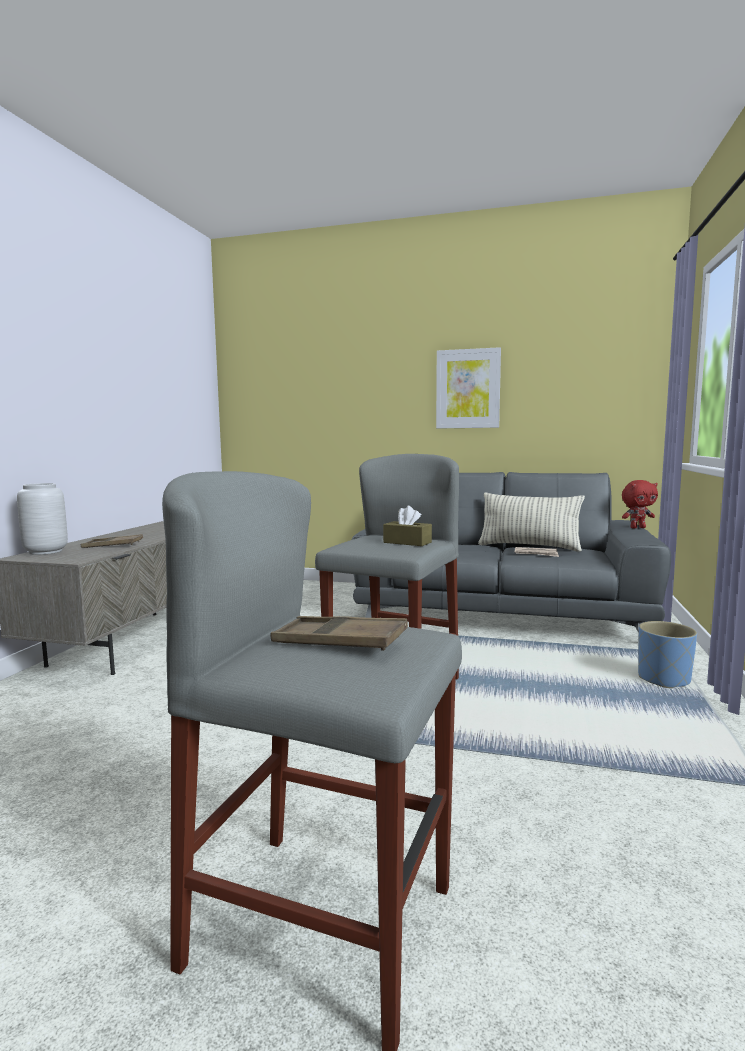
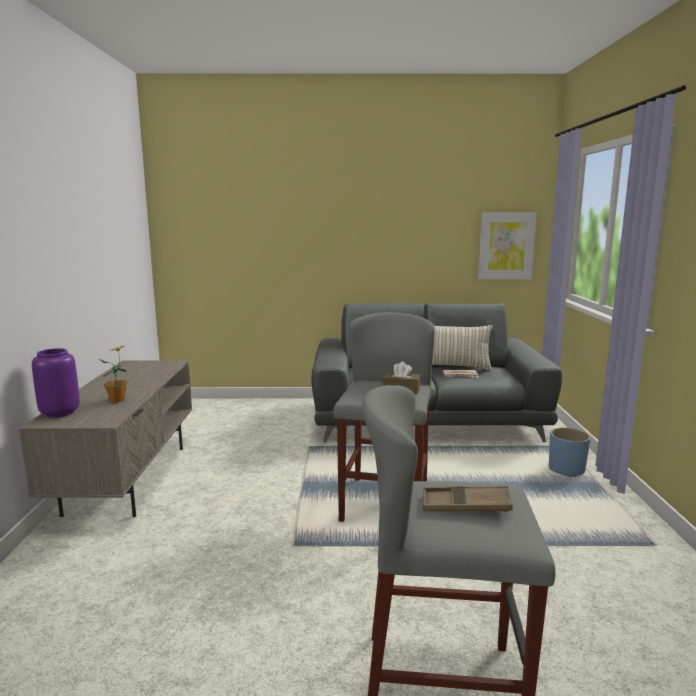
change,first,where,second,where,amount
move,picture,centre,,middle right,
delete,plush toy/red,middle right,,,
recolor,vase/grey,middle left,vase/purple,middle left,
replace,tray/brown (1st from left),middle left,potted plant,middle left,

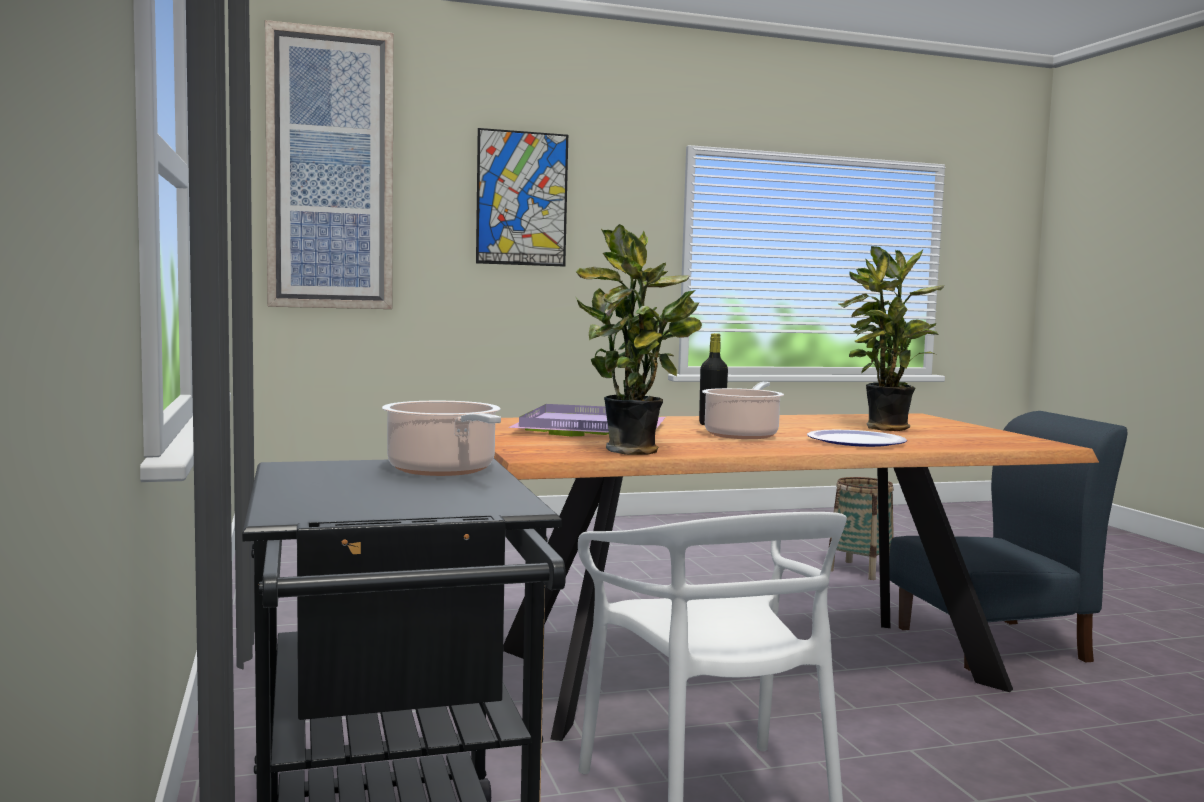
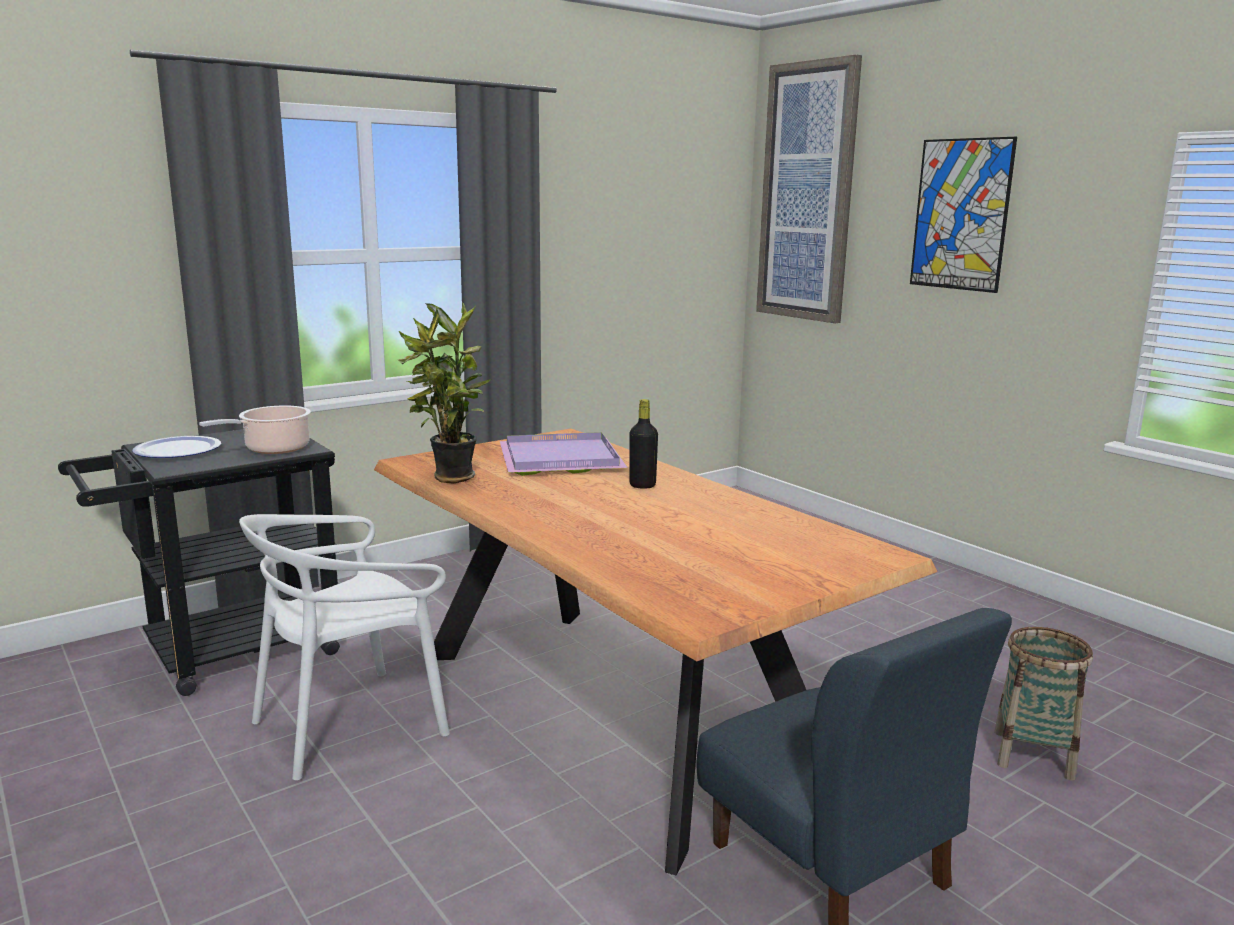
change,first,where,second,where,amount
delete,potted plant (2nd from left),middle right,,,
delete,cooking pot (2nd from left),centre,,,
move,plate,middle right,,middle left,

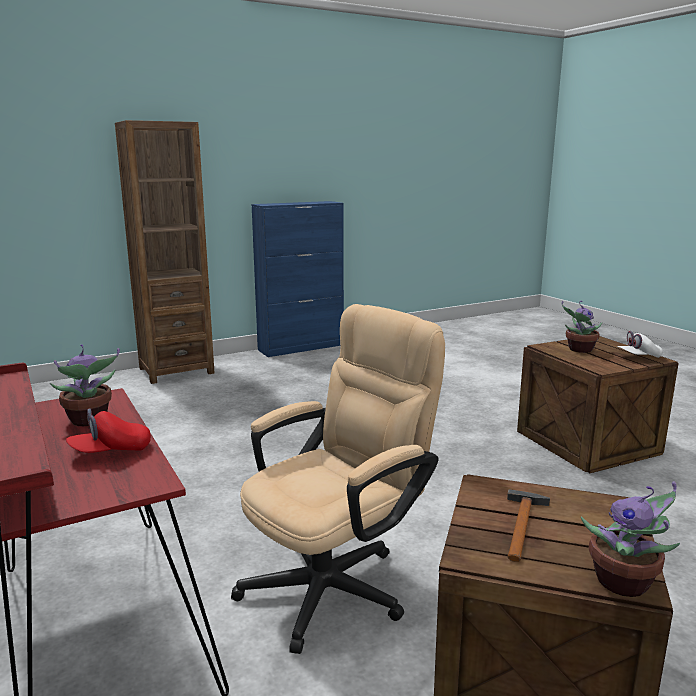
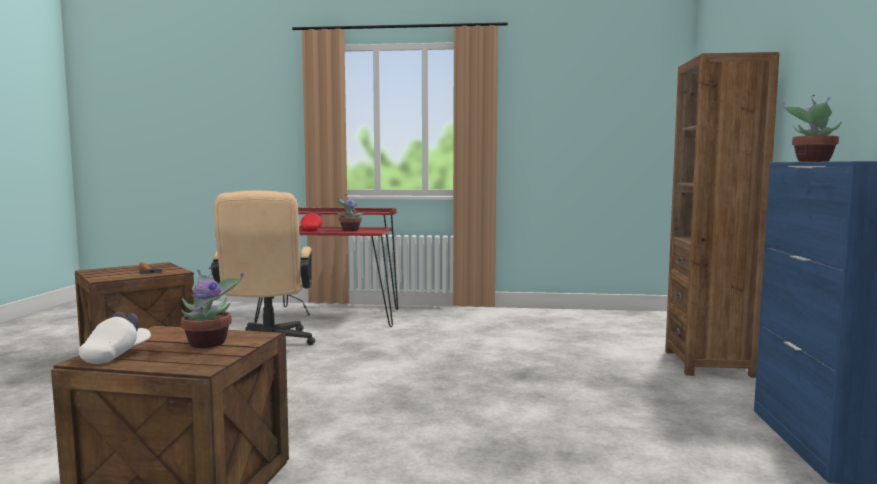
change,first,where,second,where,amount
move,potted plant (3rd from left),bottom right,,top right,

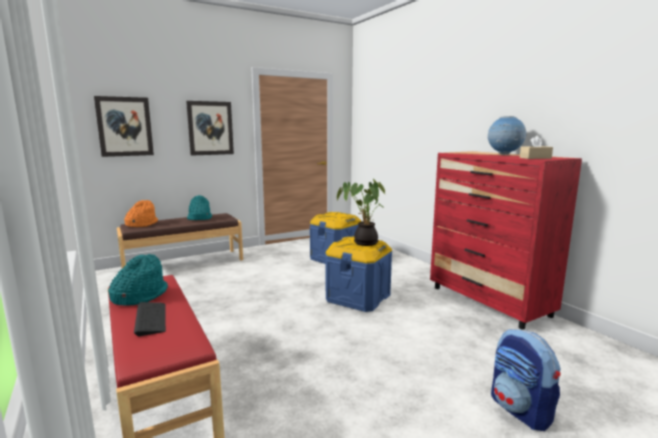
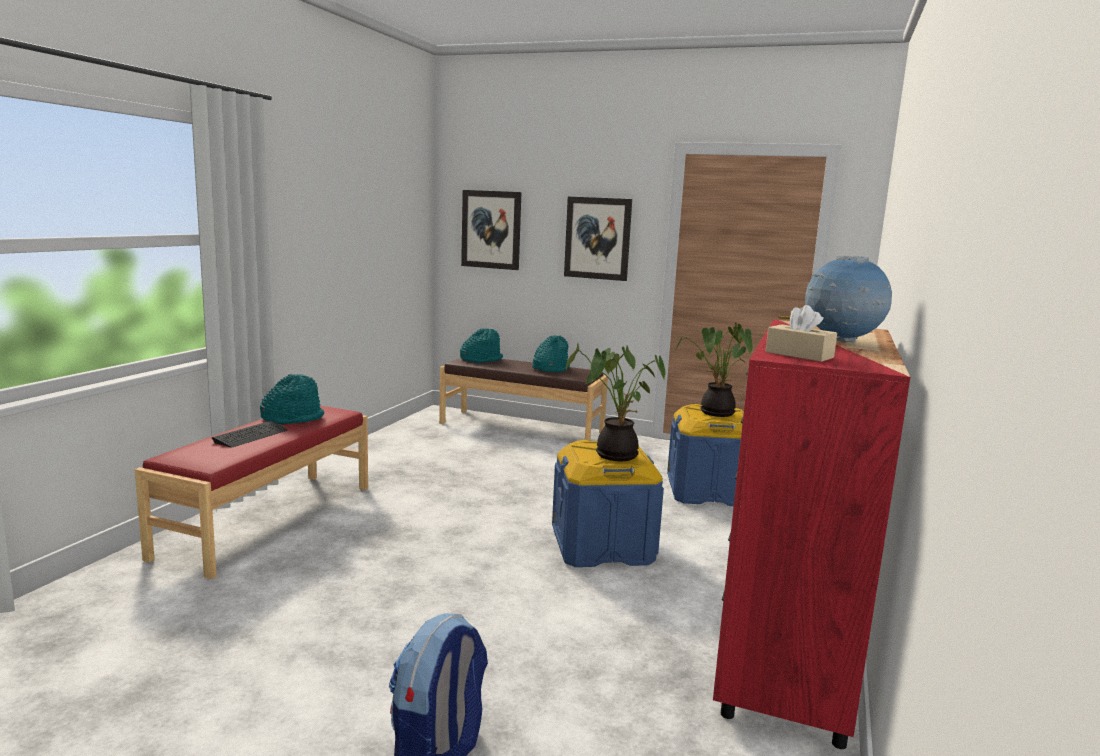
change,first,where,second,where,amount
recolor,hat/orange,middle left,hat/turquoise (2nd from left),centre,
insert,,,potted plant (2nd from left),centre,

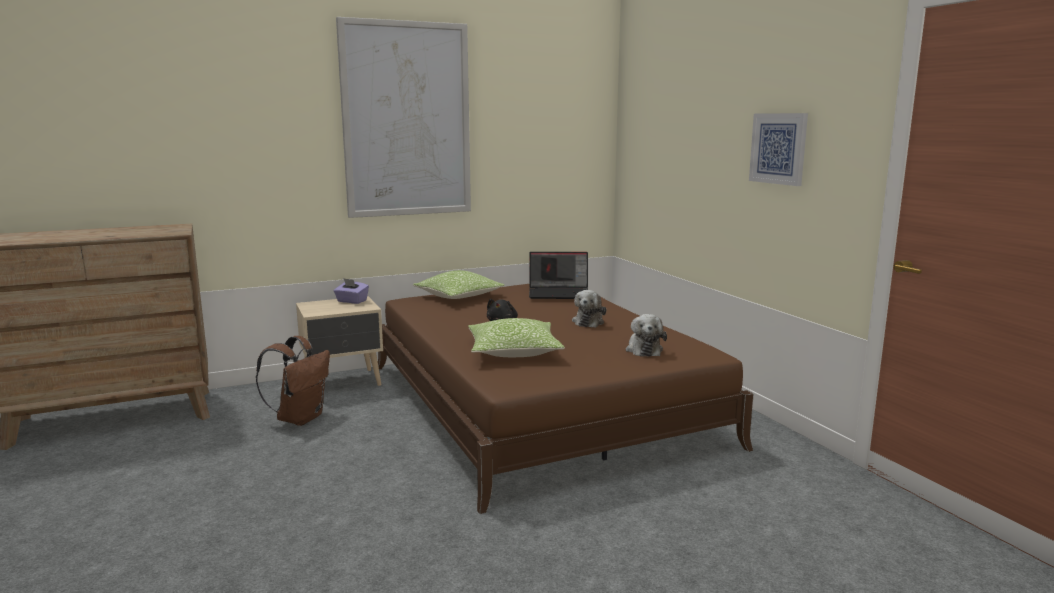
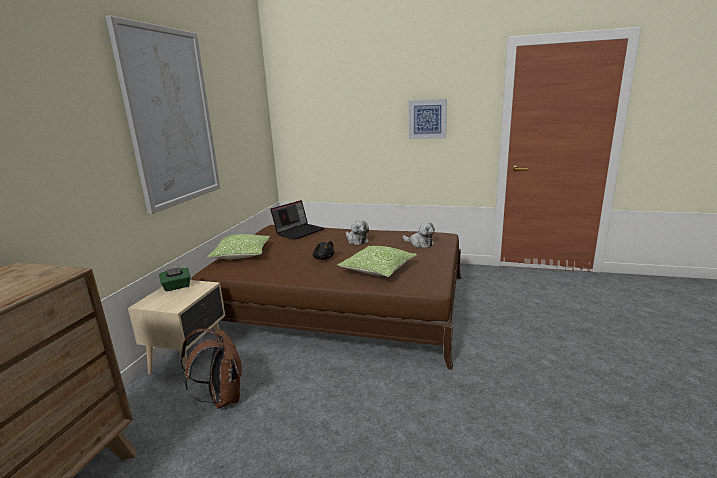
change,first,where,second,where,amount
recolor,tissue box/purple,middle left,tissue box/green,middle left,

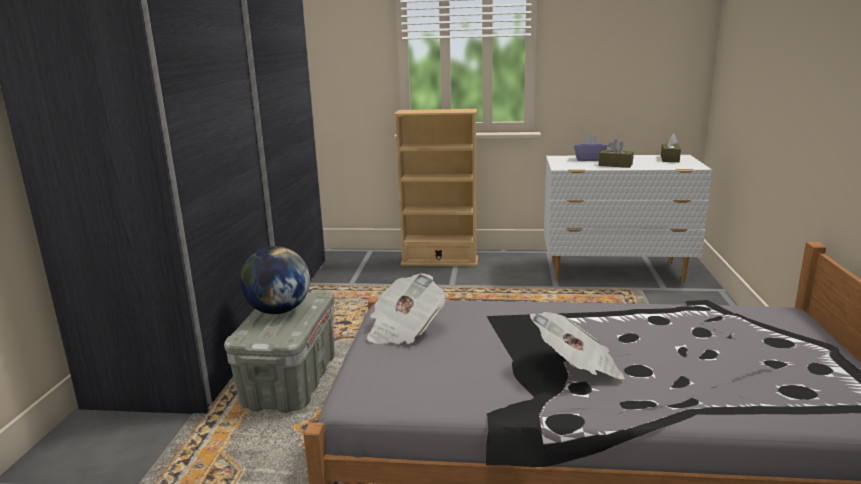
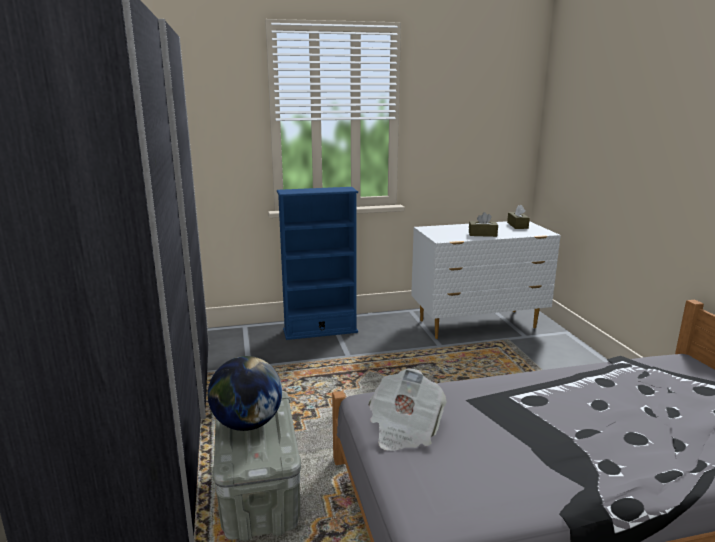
change,first,where,second,where,amount
recolor,bookcase/beige,centre,bookcase/blue,centre,
delete,tissue box/purple,top right,,,
delete,newspaper (2nd from left),bottom right,,,

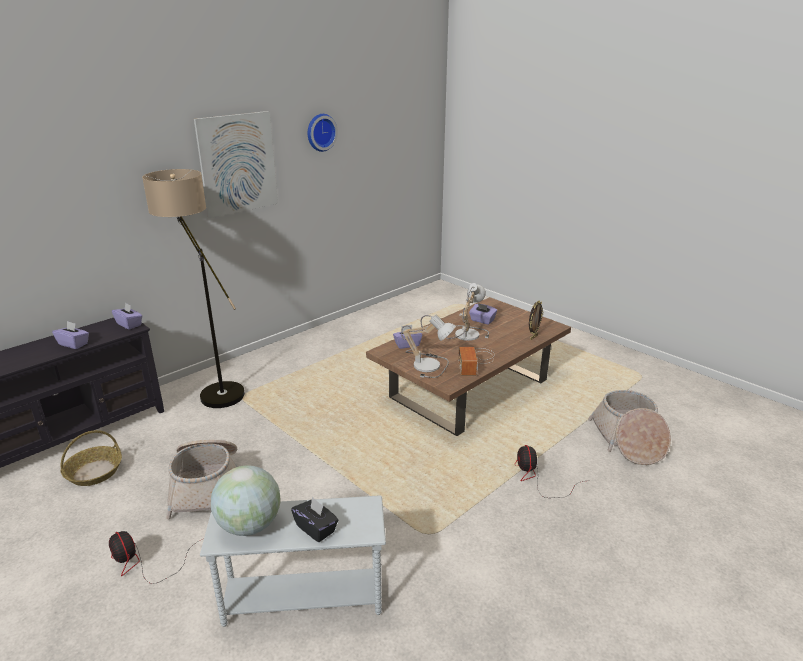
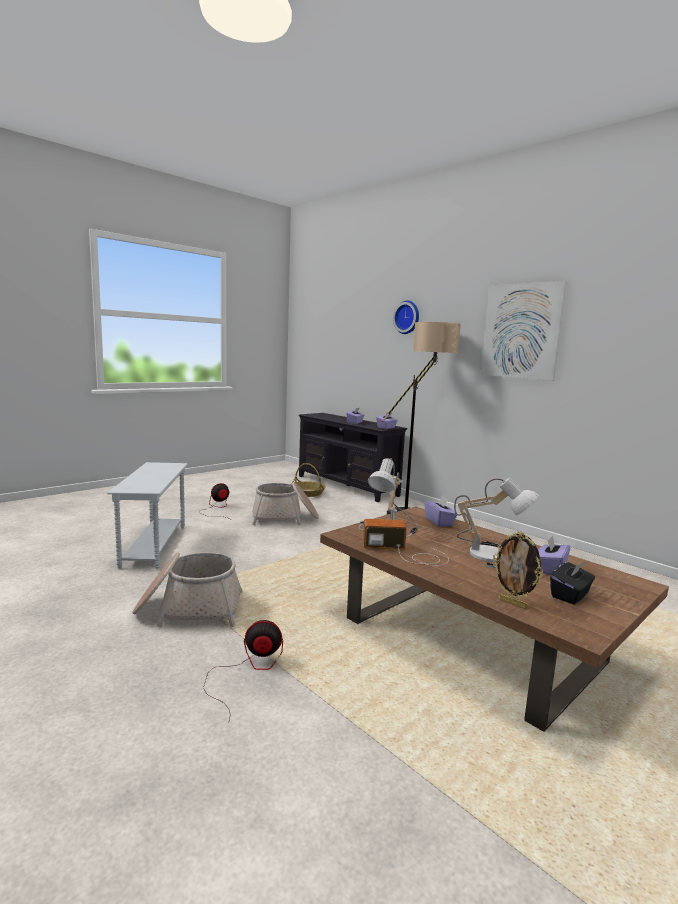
change,first,where,second,where,amount
move,wall clock,top centre,,centre,
move,basket (3rd from left in the first image),middle right,basket (1st from left),middle left,
delete,globe,bottom left,,,
move,tissue box/black,bottom centre,,middle right,

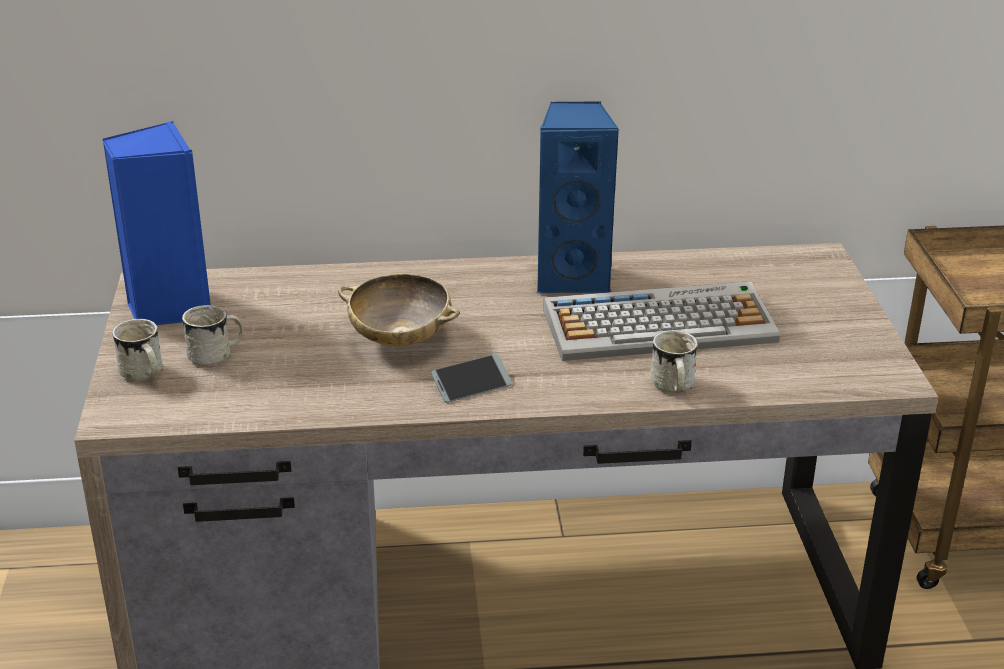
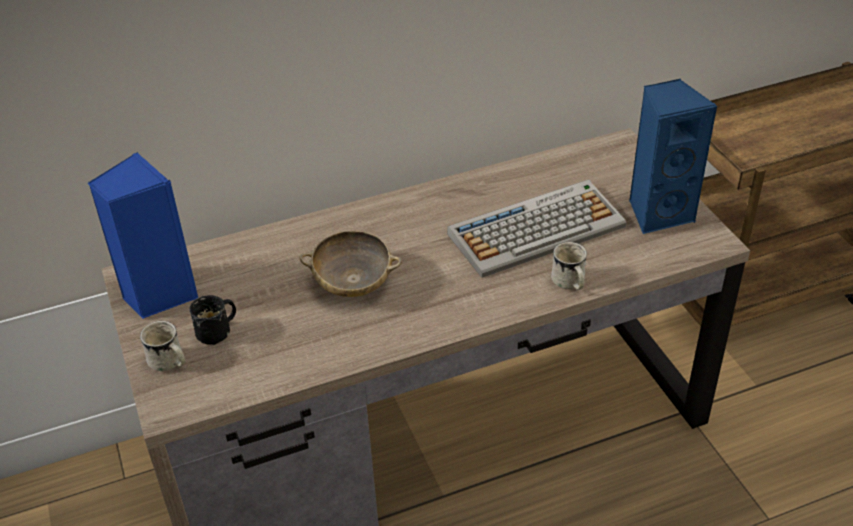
change,first,where,second,where,amount
move,speaker/blue (2nd from left),top centre,,top right,
recolor,mug/white (2nd from left),middle left,mug/black,middle left,
delete,phone,centre,,,

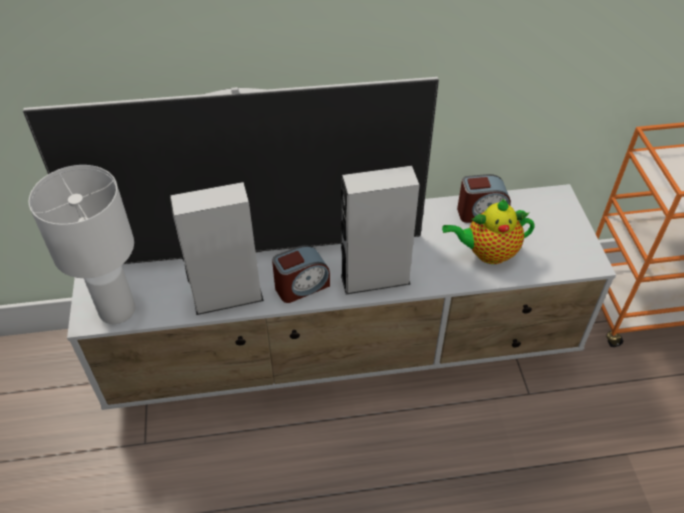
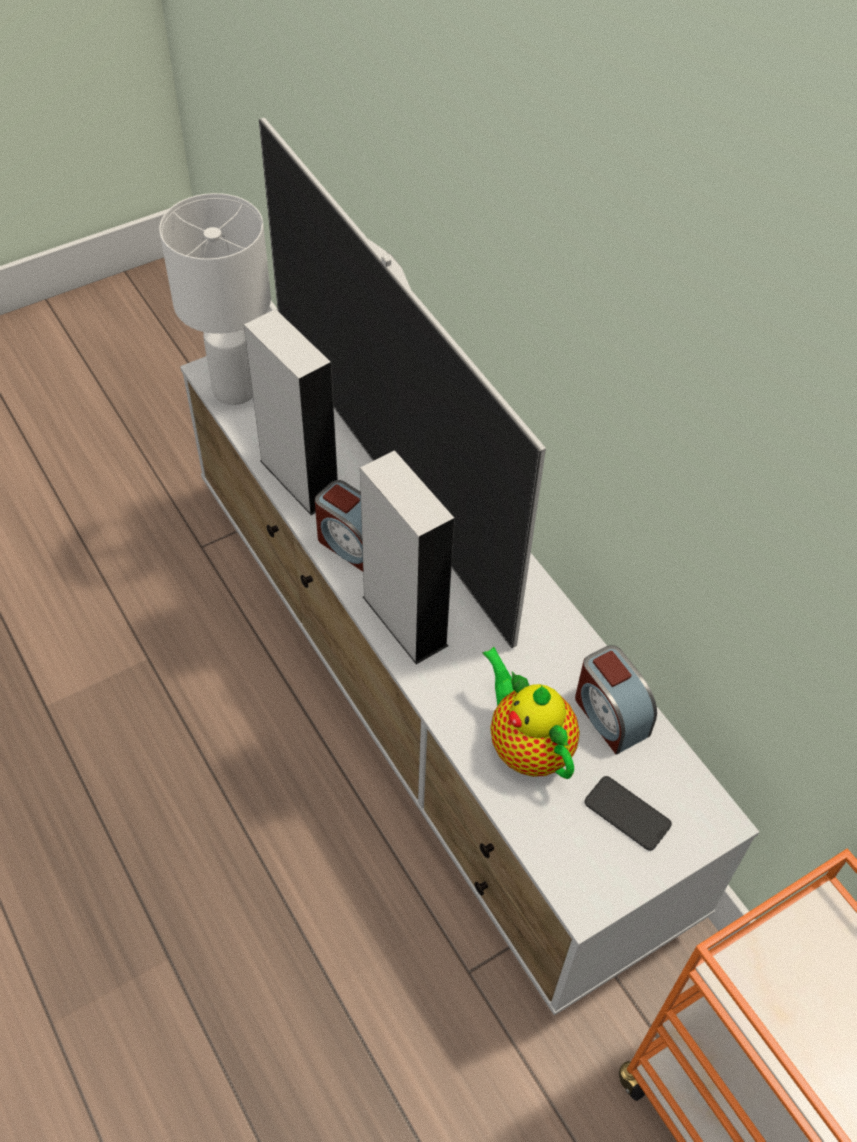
change,first,where,second,where,amount
insert,,,phone,bottom right,

